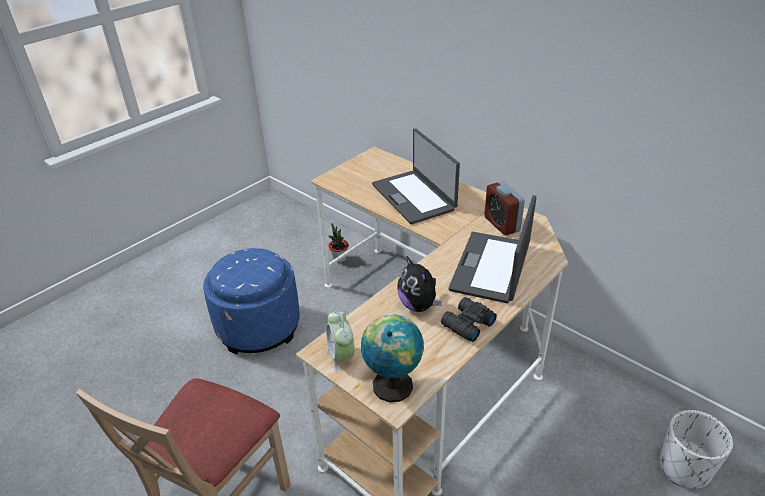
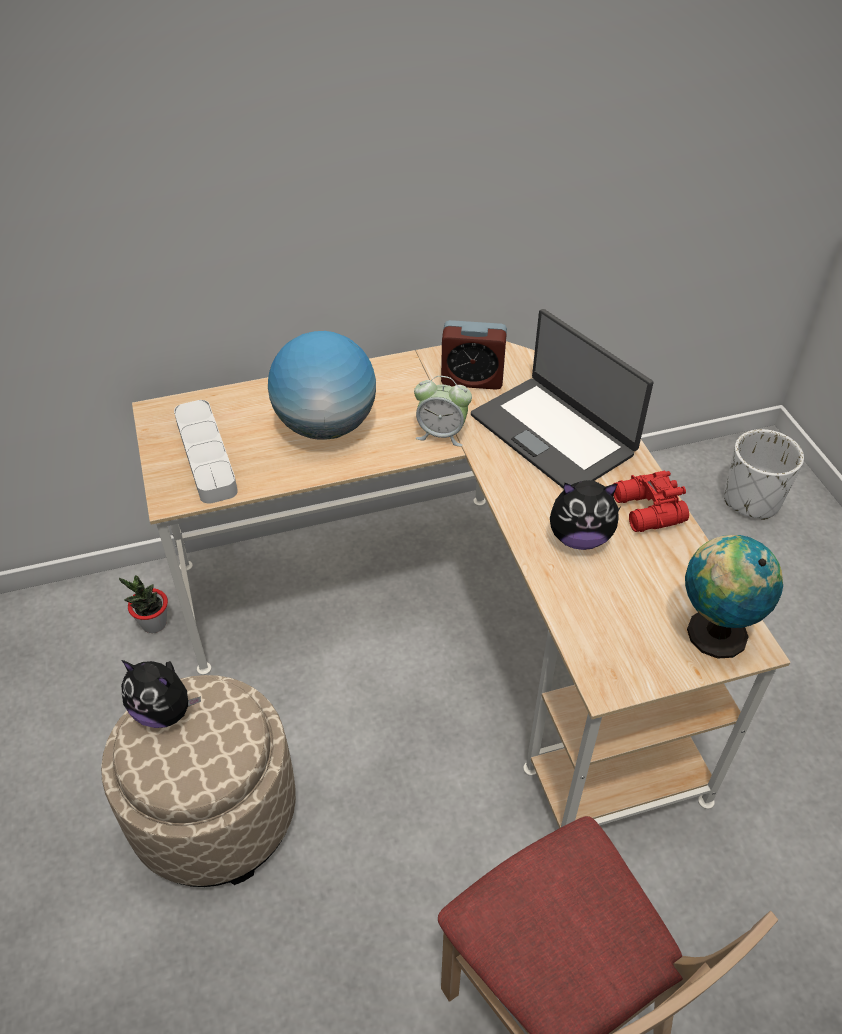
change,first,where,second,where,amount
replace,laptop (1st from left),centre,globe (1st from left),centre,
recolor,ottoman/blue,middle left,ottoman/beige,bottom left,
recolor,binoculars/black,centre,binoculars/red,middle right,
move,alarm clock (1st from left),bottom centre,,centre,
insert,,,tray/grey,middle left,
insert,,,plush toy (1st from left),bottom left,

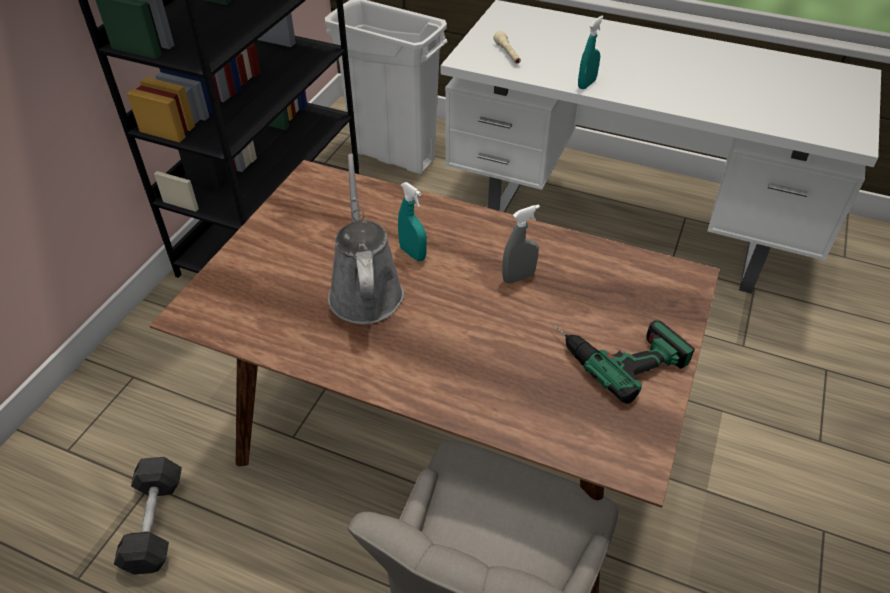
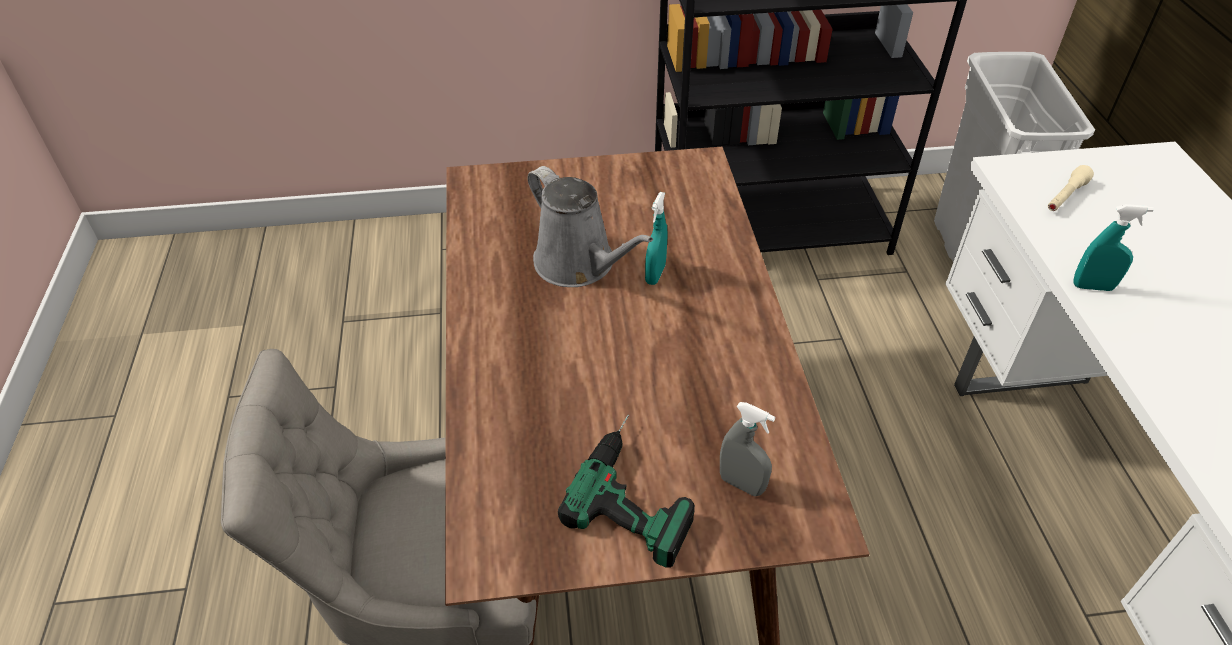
change,first,where,second,where,amount
rotate,watering can/grey,centre,,centre,90 degrees clockwise
move,spray bottle/grey,centre,,bottom centre,
delete,dumbbell/grey,bottom left,,,

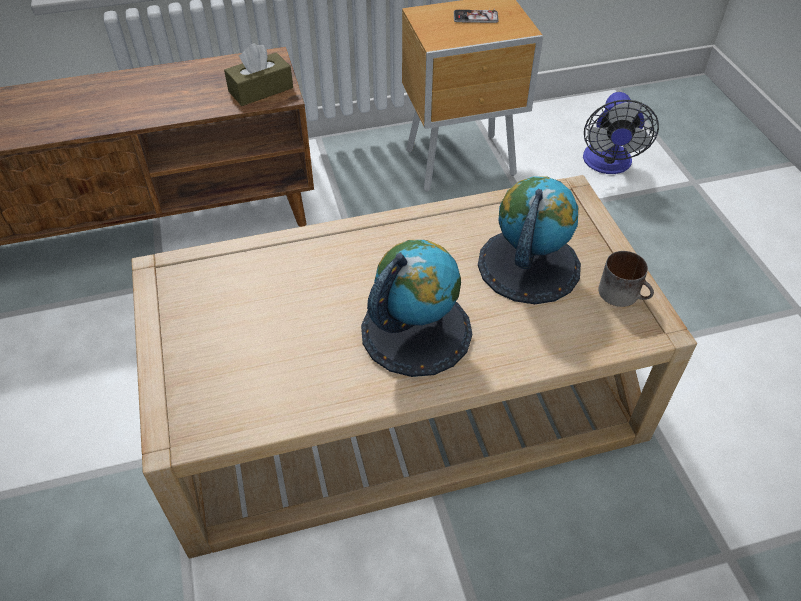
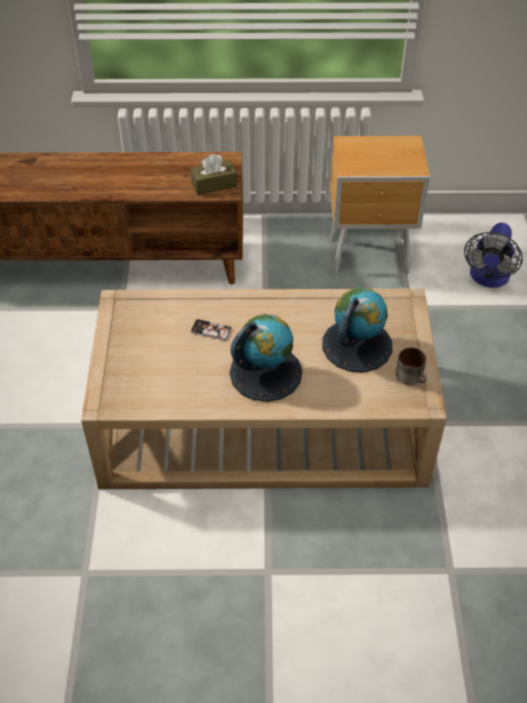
change,first,where,second,where,amount
move,phone,top centre,,centre,

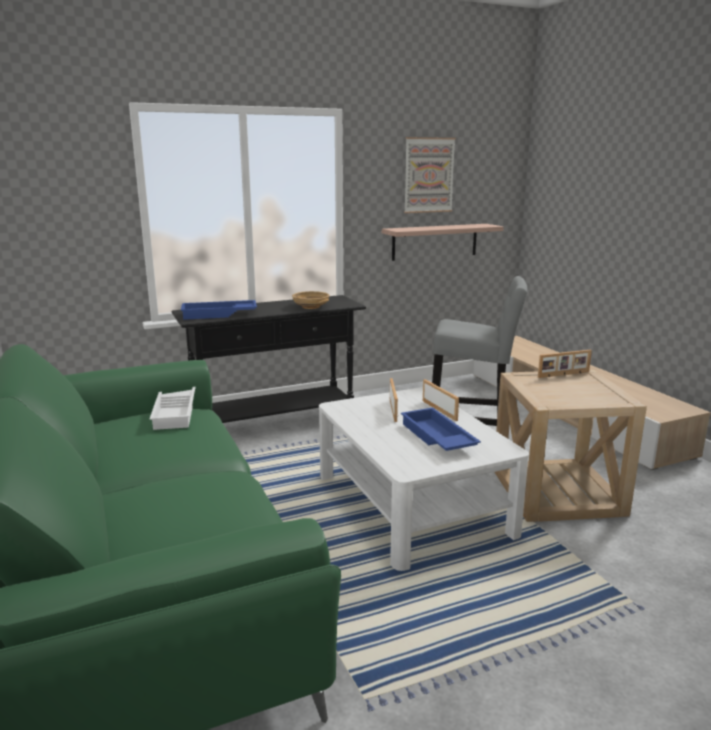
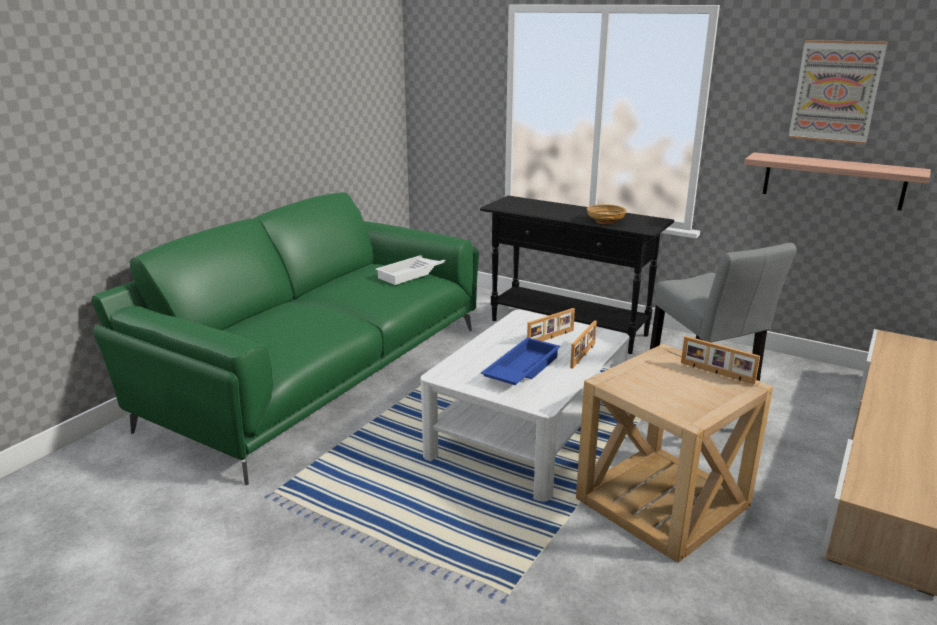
change,first,where,second,where,amount
delete,tray/blue (1st from left),middle left,,,

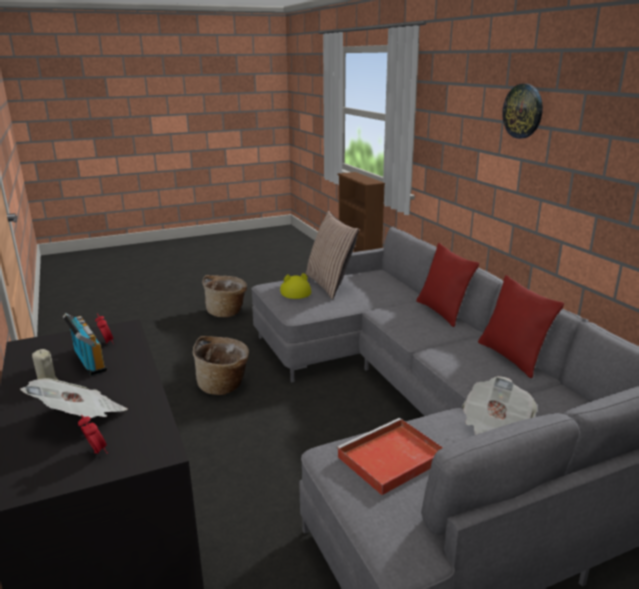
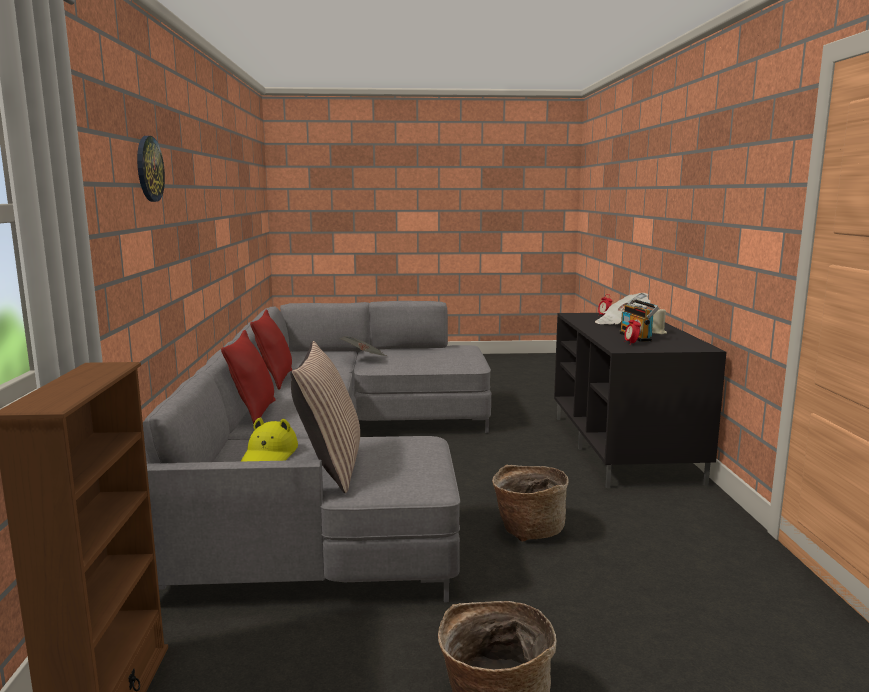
change,first,where,second,where,amount
move,hat/yellow,centre,,middle left,
delete,tray/red,bottom centre,,,

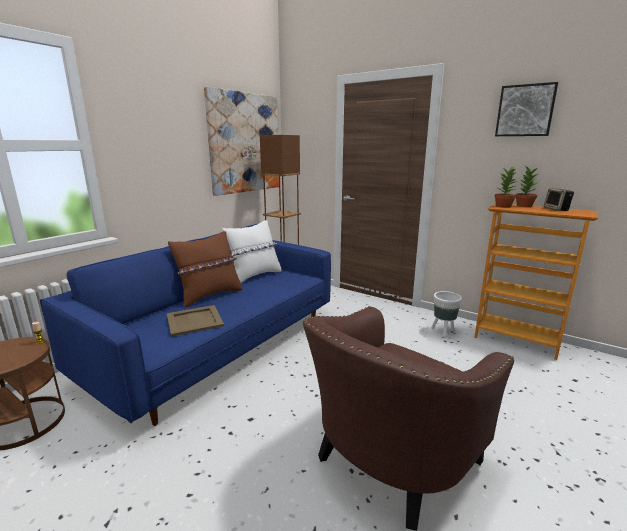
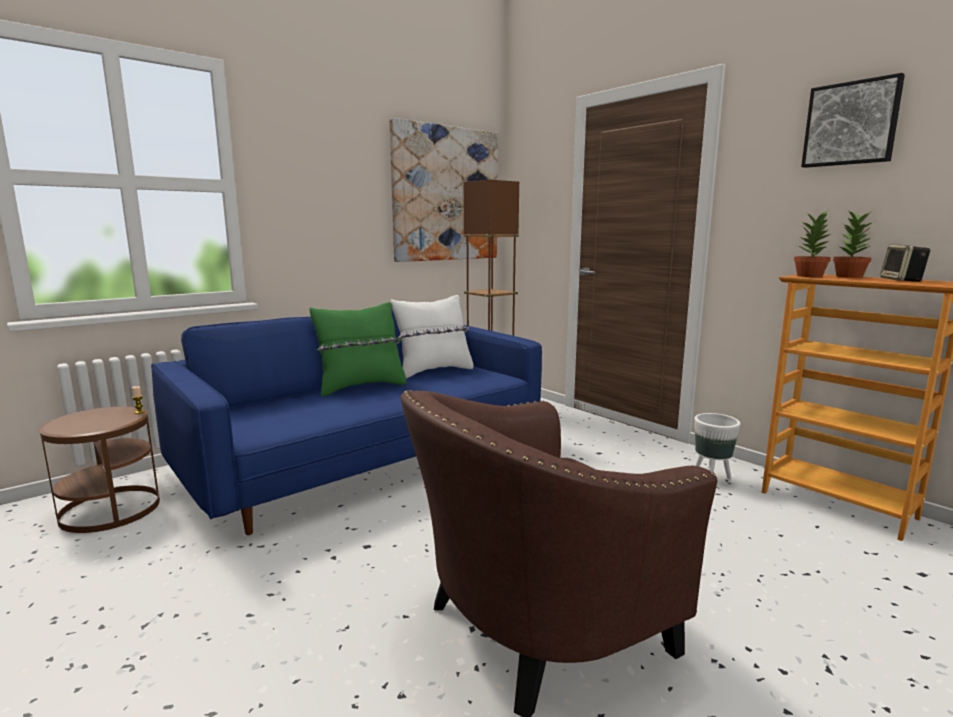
change,first,where,second,where,amount
recolor,pillow/brown,middle left,pillow/green,centre,
delete,tray/beige,middle left,,,

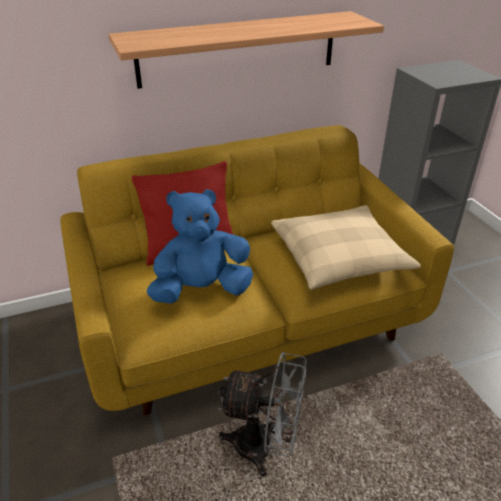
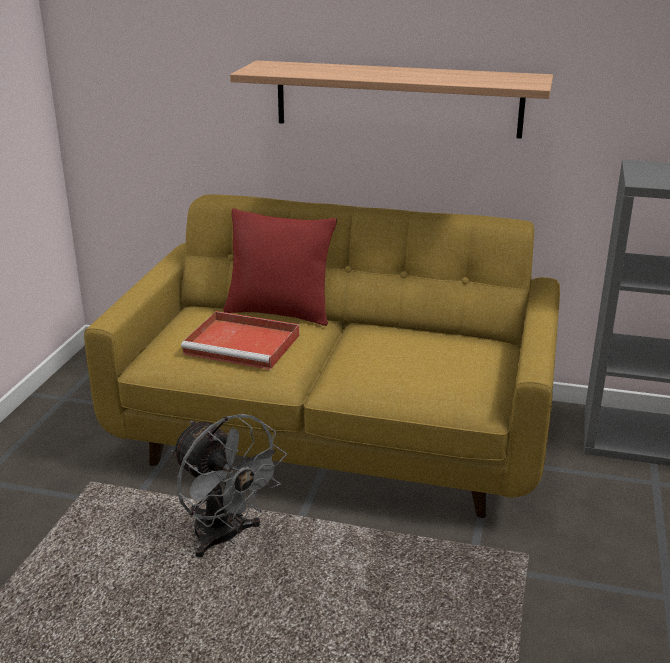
change,first,where,second,where,amount
replace,plush toy/blue,centre,tray/red,centre,
delete,pillow/beige,middle right,,,

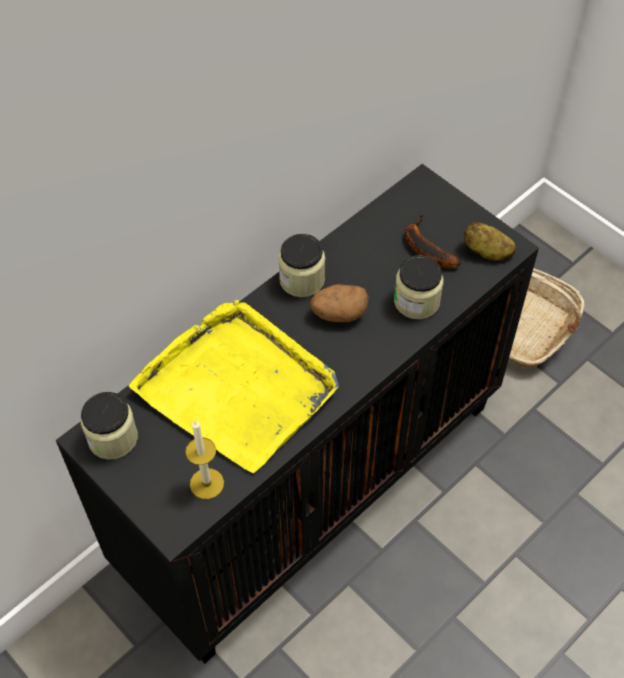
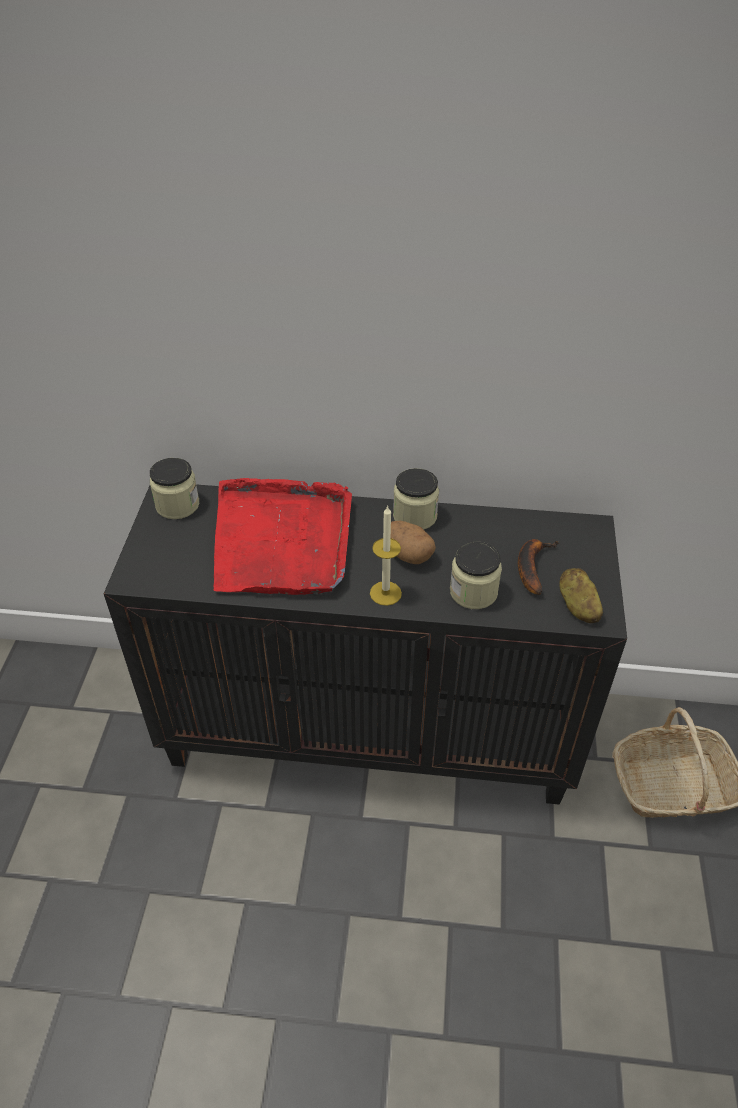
change,first,where,second,where,amount
recolor,tray/yellow,centre,tray/red,centre,
move,candle,bottom left,,centre,

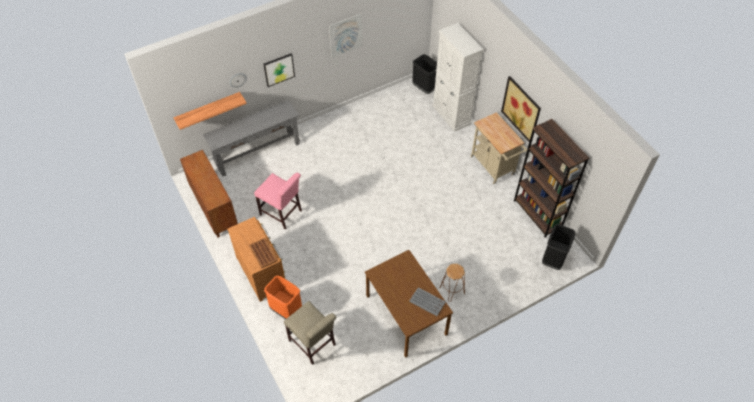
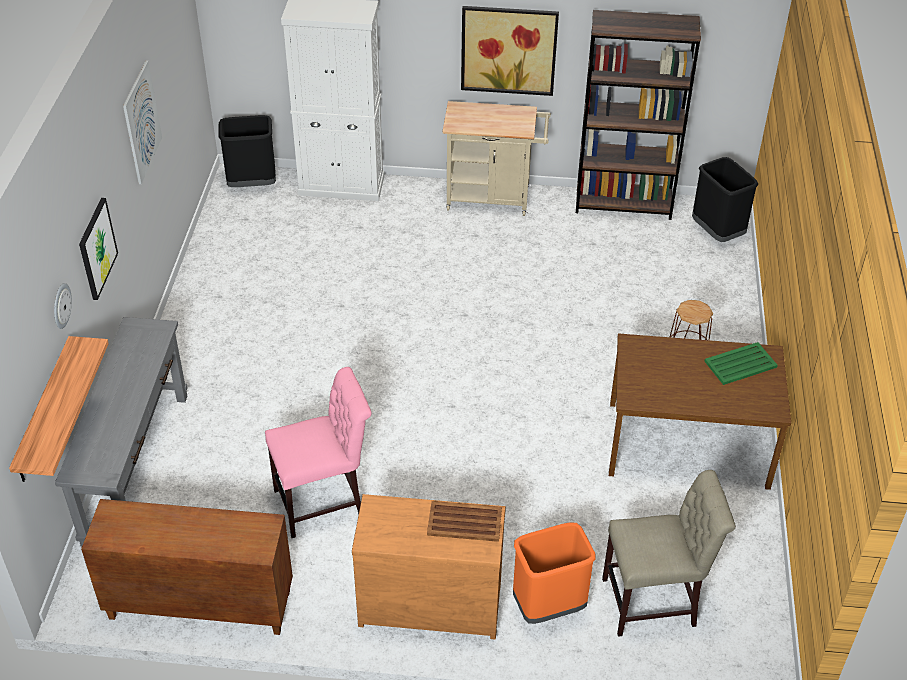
change,first,where,second,where,amount
recolor,tray/grey,bottom centre,tray/green,middle right,

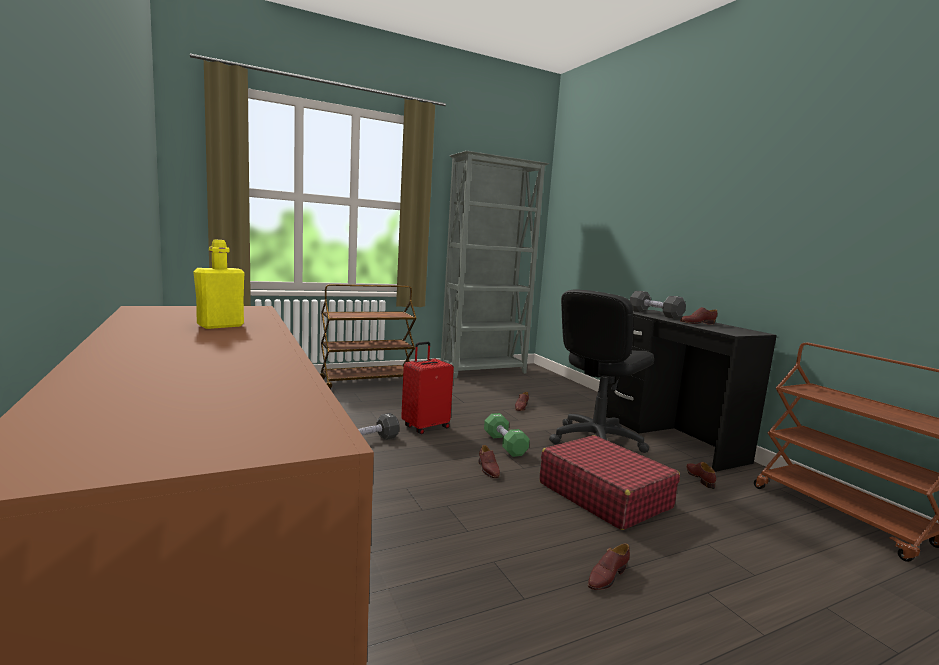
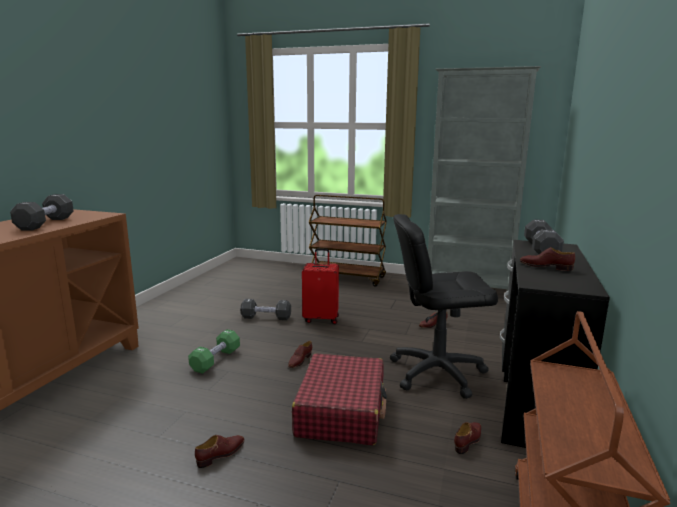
change,first,where,second,where,amount
replace,bottle/yellow,middle left,dumbbell/black (1st from left),middle left,
move,dumbbell/green,centre,,bottom left,
rotate,shoe/brown (3rd from left in the first image),bottom centre,shoe/brown (1st from left),bottom left,135 degrees clockwise

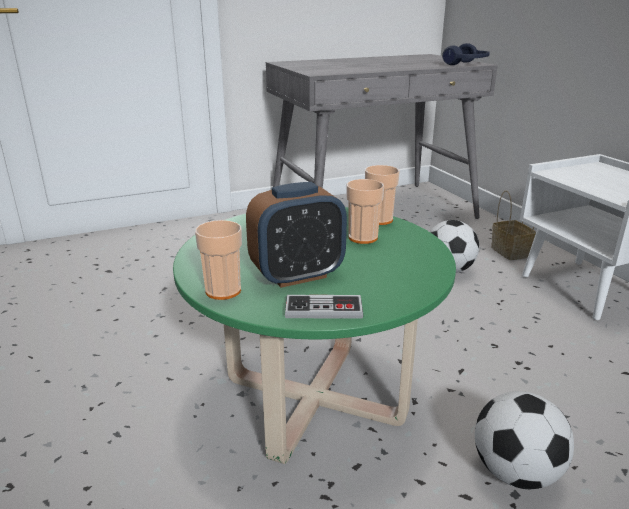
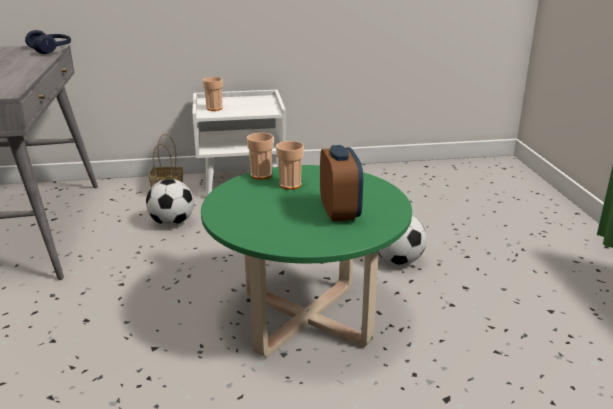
change,first,where,second,where,amount
move,cup (1st from left),centre,,top centre,
delete,game controller,centre,,,

